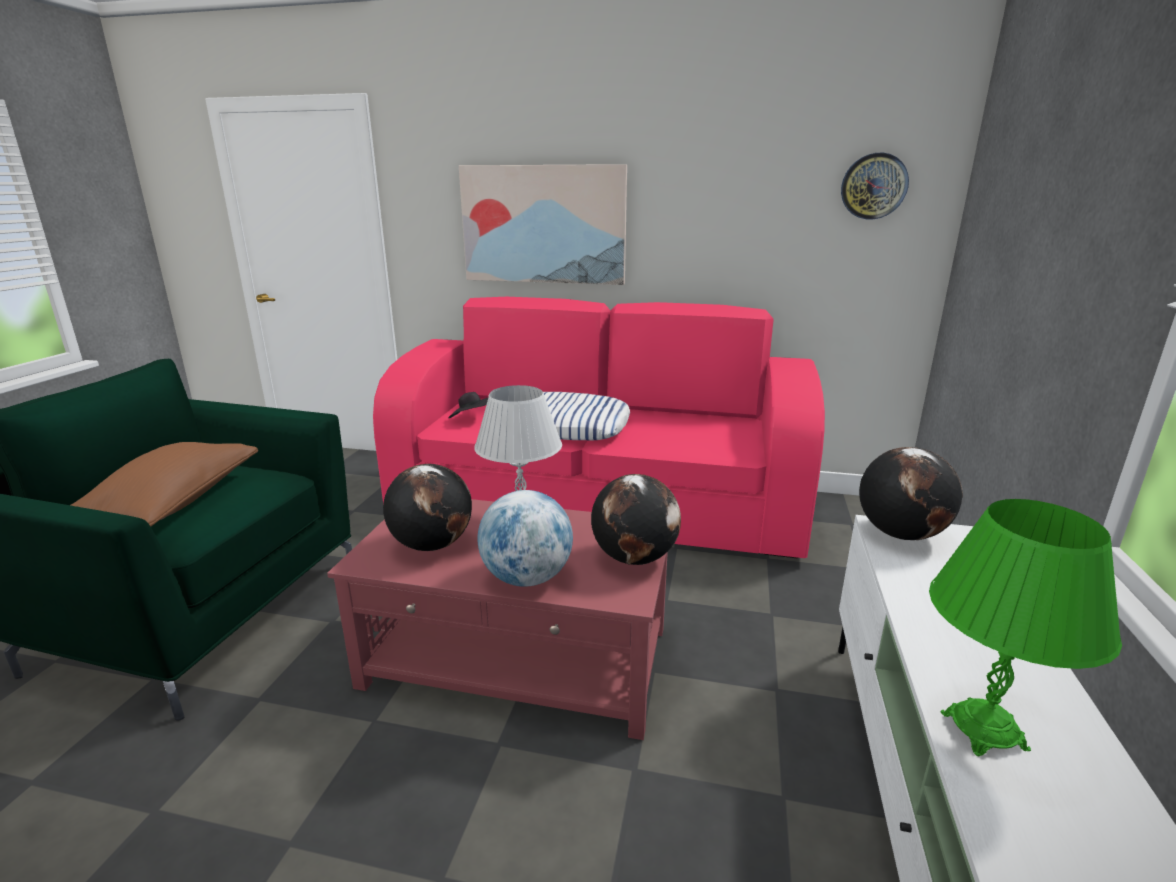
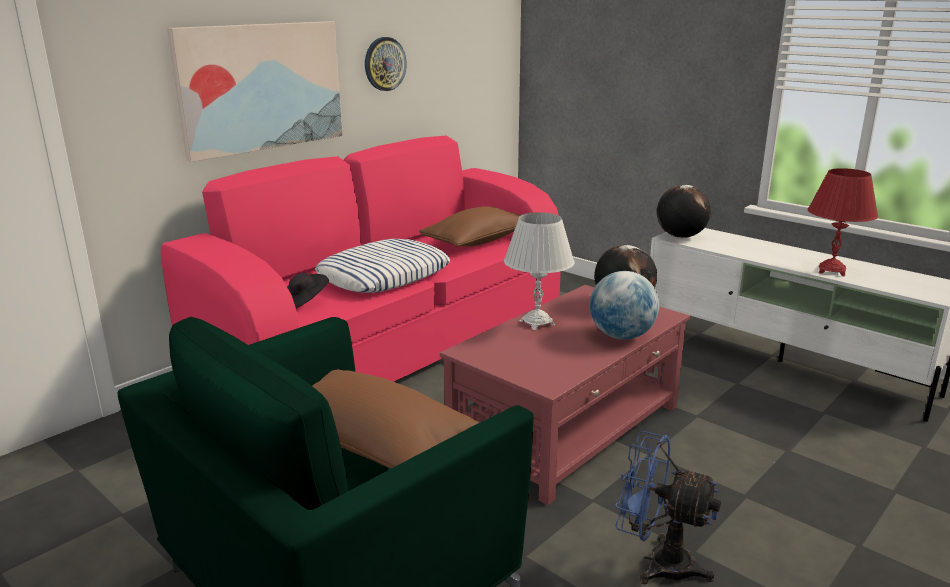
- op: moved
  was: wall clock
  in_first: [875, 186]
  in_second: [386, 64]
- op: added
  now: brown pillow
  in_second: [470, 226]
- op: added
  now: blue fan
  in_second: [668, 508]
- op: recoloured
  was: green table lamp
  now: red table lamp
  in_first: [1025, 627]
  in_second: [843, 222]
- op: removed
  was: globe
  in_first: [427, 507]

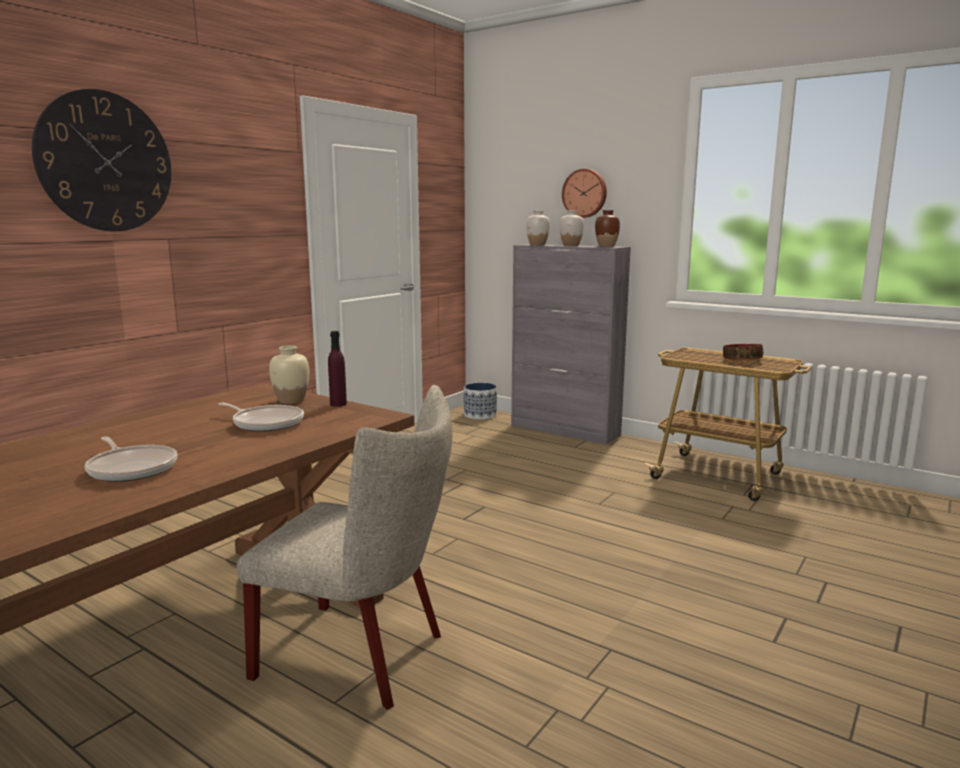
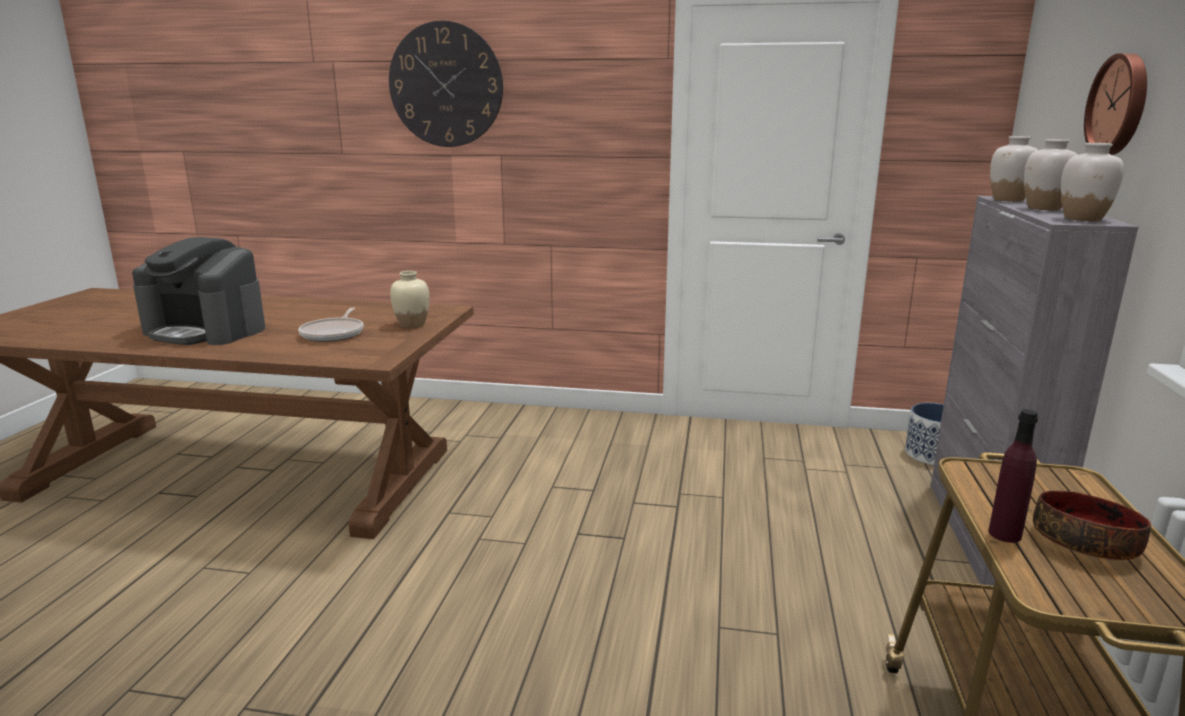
- op: replaced
  was: frying pan
  now: coffee machine
  in_first: [131, 459]
  in_second: [199, 291]
- op: moved
  was: purple bottle
  in_first: [337, 369]
  in_second: [1013, 476]
- op: recoloured
  was: brown vase
  now: white vase
  in_first: [607, 228]
  in_second: [1092, 182]
- op: removed
  was: beige chair
  in_first: [344, 547]

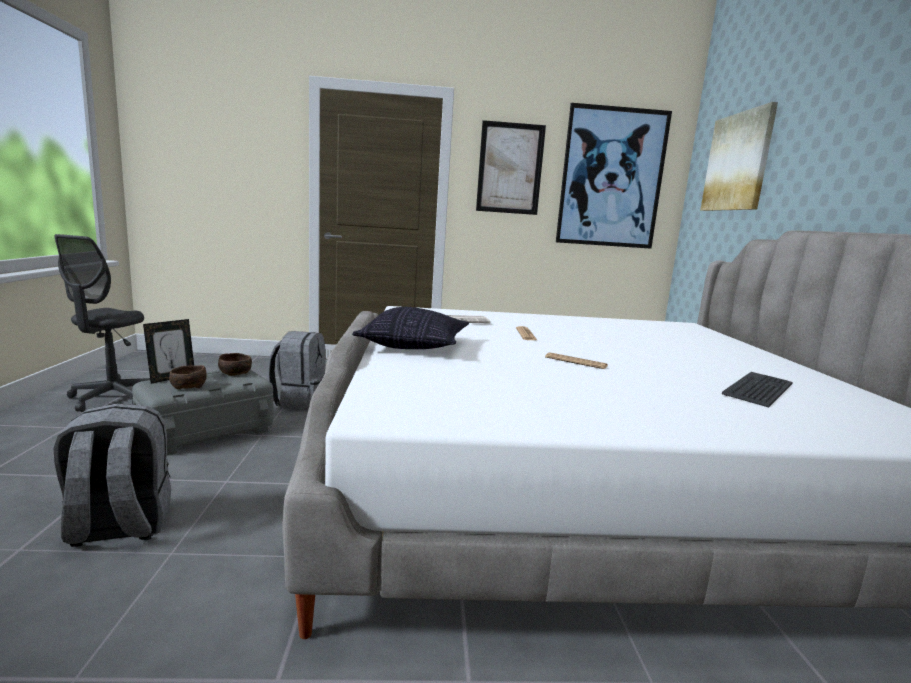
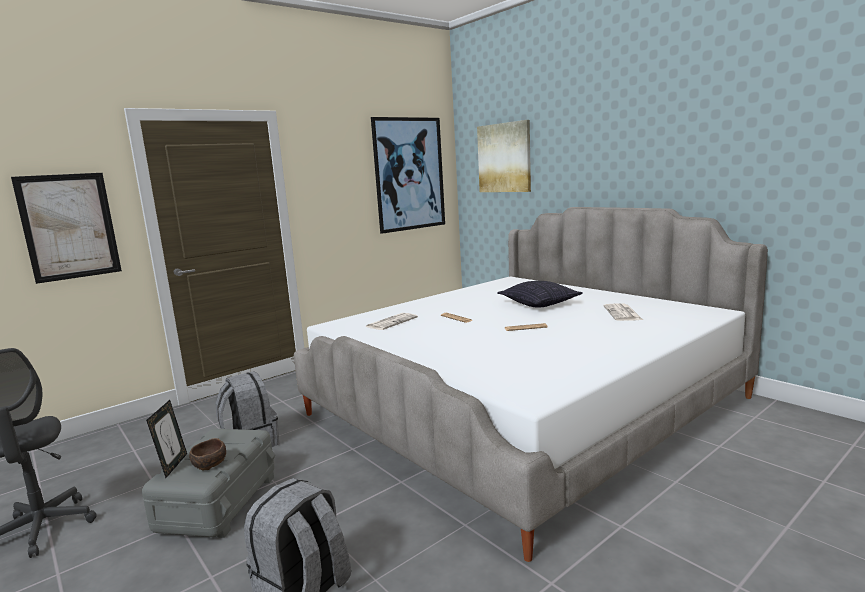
- op: moved
  was: picture
  in_first: [511, 167]
  in_second: [66, 228]
- op: moved
  was: pillow
  in_first: [410, 328]
  in_second: [540, 294]
- op: replaced
  was: keyboard
  now: newspaper
  in_first: [757, 389]
  in_second: [623, 312]
- op: removed
  was: brown bowl
  in_first: [235, 364]

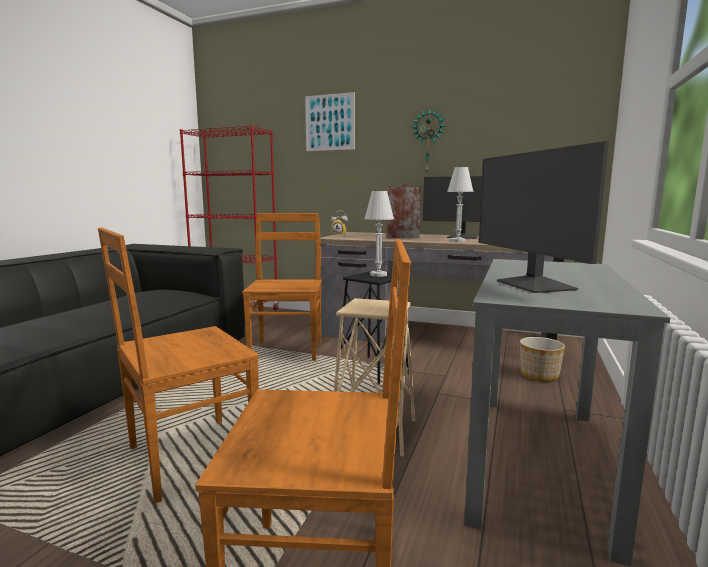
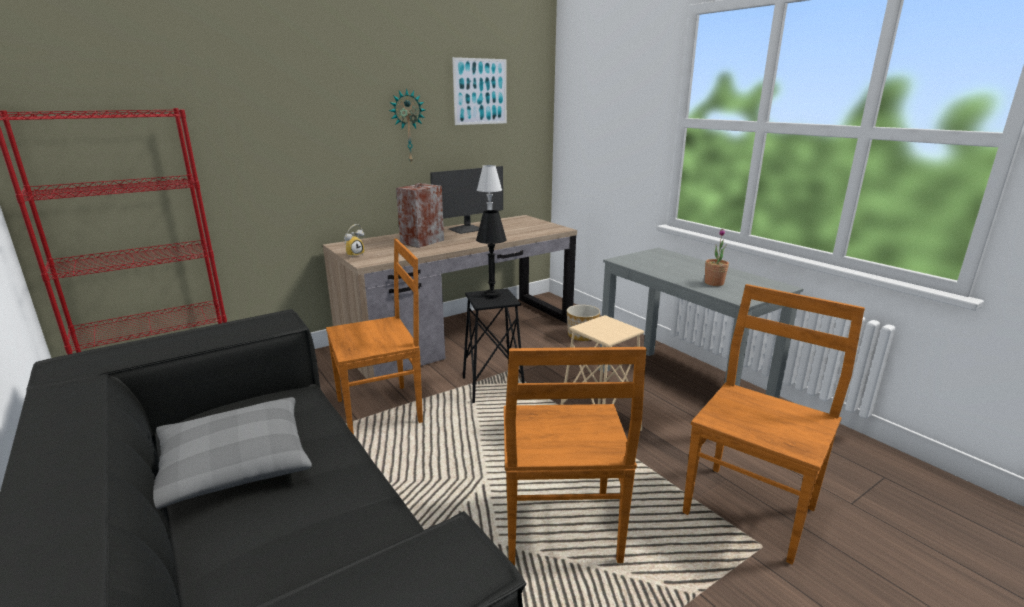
- op: added
  now: grey pillow
  in_second: [232, 453]
- op: turned
  was: brown chair
  in_first: [282, 287]
  in_second: [374, 337]
  clockwise: 120
- op: moved
  was: picture
  in_first: [330, 121]
  in_second: [479, 91]
- op: recoloured
  was: white table lamp
  now: black table lamp
  in_first: [379, 234]
  in_second: [491, 254]
- op: replaced
  was: monitor
  now: potted plant
  in_first: [544, 217]
  in_second: [717, 257]

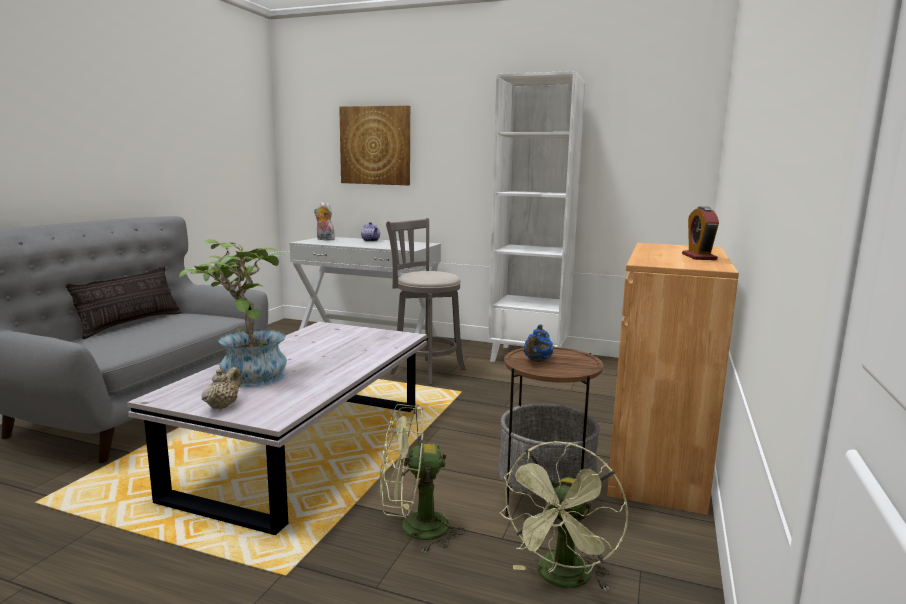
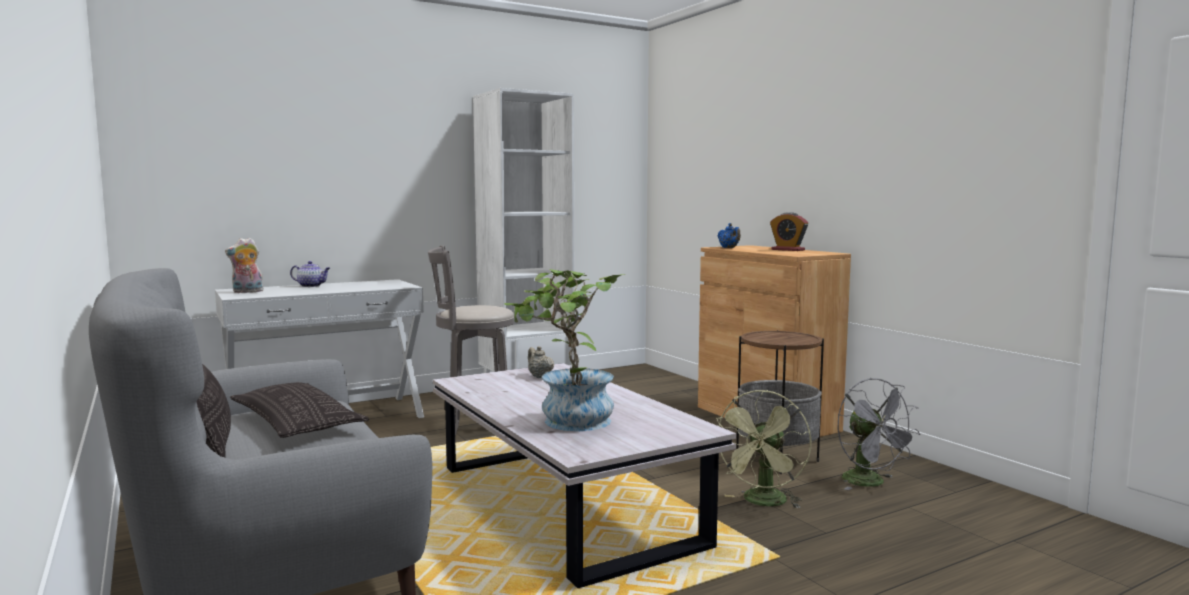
- op: added
  now: pillow
  in_second: [299, 410]
- op: moved
  was: beige teapot
  in_first: [221, 388]
  in_second: [541, 362]
- op: moved
  was: blue teapot
  in_first: [538, 343]
  in_second: [729, 235]
- op: recoloured
  was: green fan
  now: grey fan
  in_first: [563, 516]
  in_second: [879, 434]
- op: removed
  was: picture
  in_first: [374, 145]

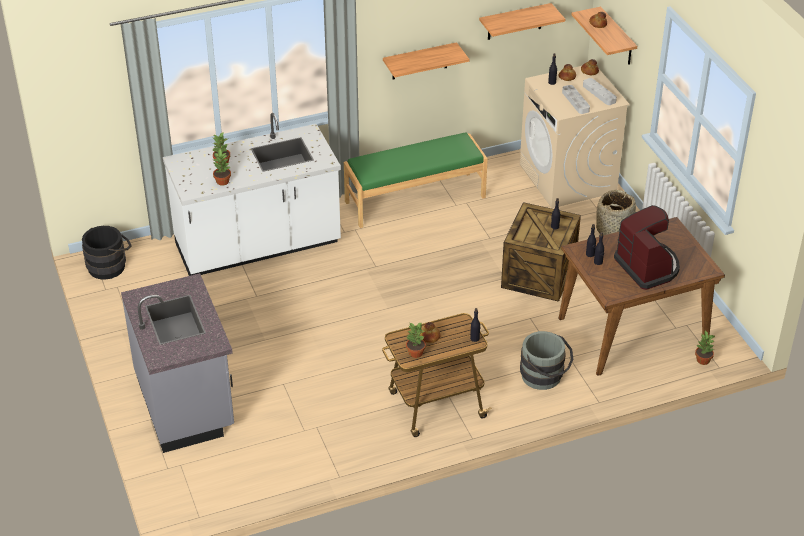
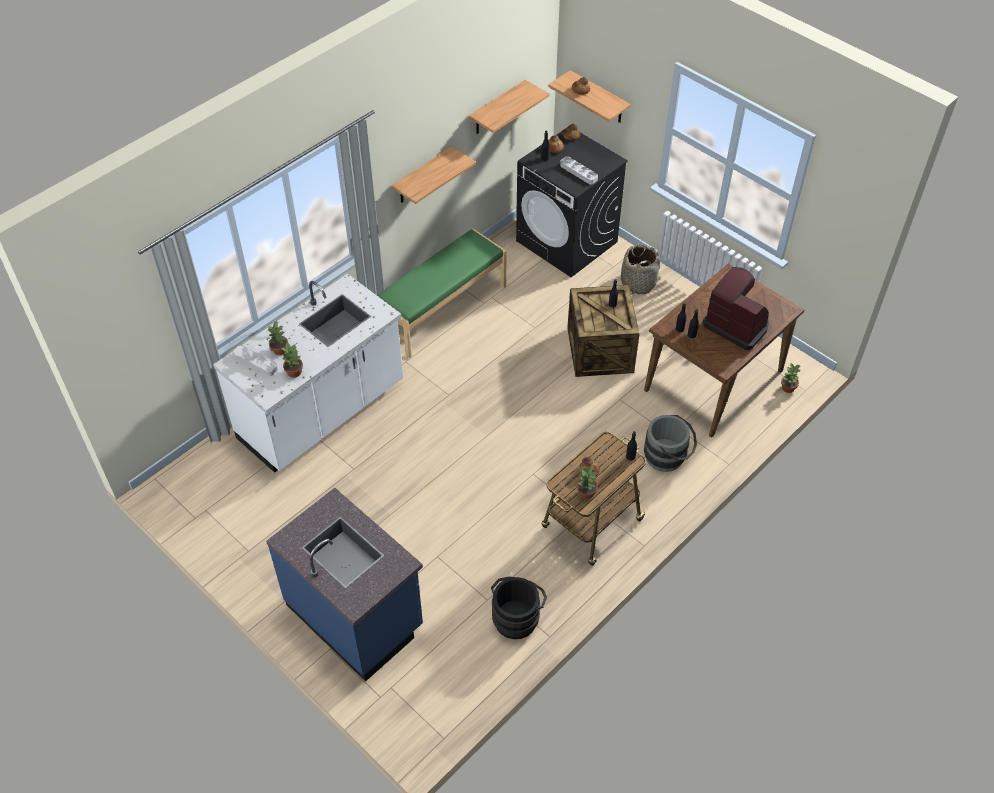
- op: moved
  was: grey tray
  in_first: [600, 91]
  in_second: [255, 360]
- op: recoloured
  was: grey counter
  now: blue counter
  in_first: [177, 363]
  in_second: [344, 585]
- op: moved
  was: black bucket
  in_first: [107, 253]
  in_second: [519, 608]
- op: recoloured
  was: beige washing machine
  now: black washing machine
  in_first: [575, 137]
  in_second: [572, 201]

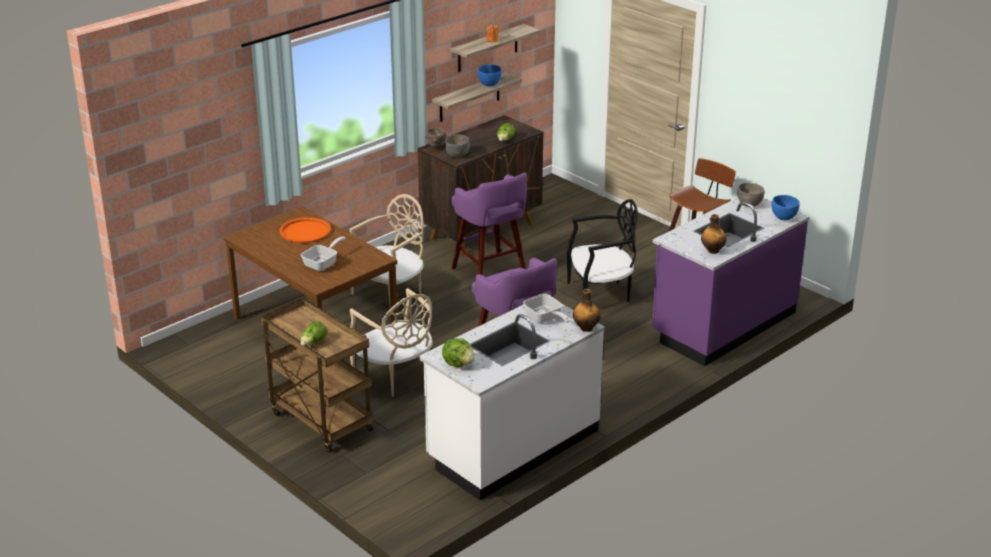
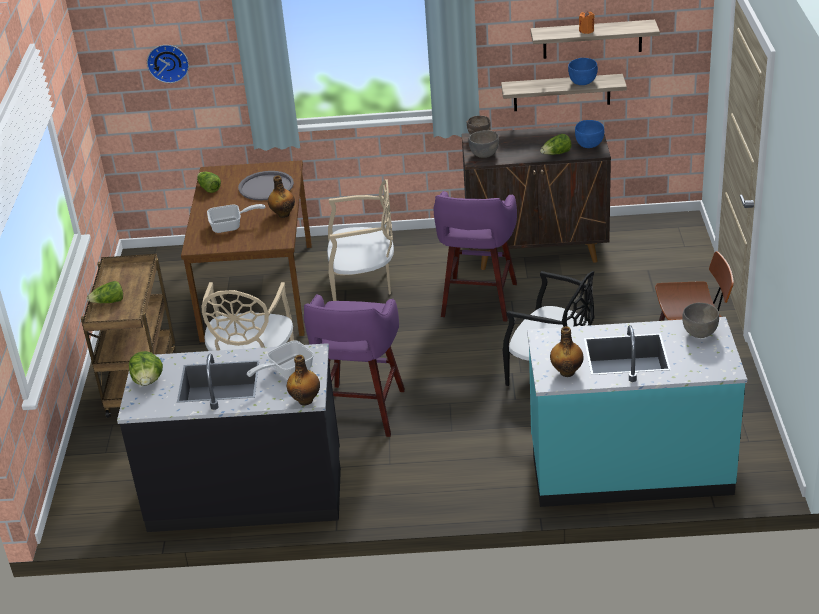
- op: recoloured
  was: white counter
  now: black counter
  in_first: [512, 402]
  in_second: [229, 437]
- op: added
  now: wall clock
  in_second: [168, 64]
- op: added
  now: lettuce
  in_second: [209, 182]
- op: recoloured
  was: orange tray
  now: grey tray
  in_first: [305, 230]
  in_second: [266, 186]
- op: turned
  was: frying pan
  in_first: [546, 308]
  in_second: [280, 359]
  clockwise: 45
- op: added
  now: bottle
  in_second: [281, 196]
- op: recoloured
  was: purple counter
  now: turquoise counter
  in_first: [730, 282]
  in_second: [637, 412]
- op: moved
  was: blue bowl
  in_first: [786, 207]
  in_second: [589, 134]

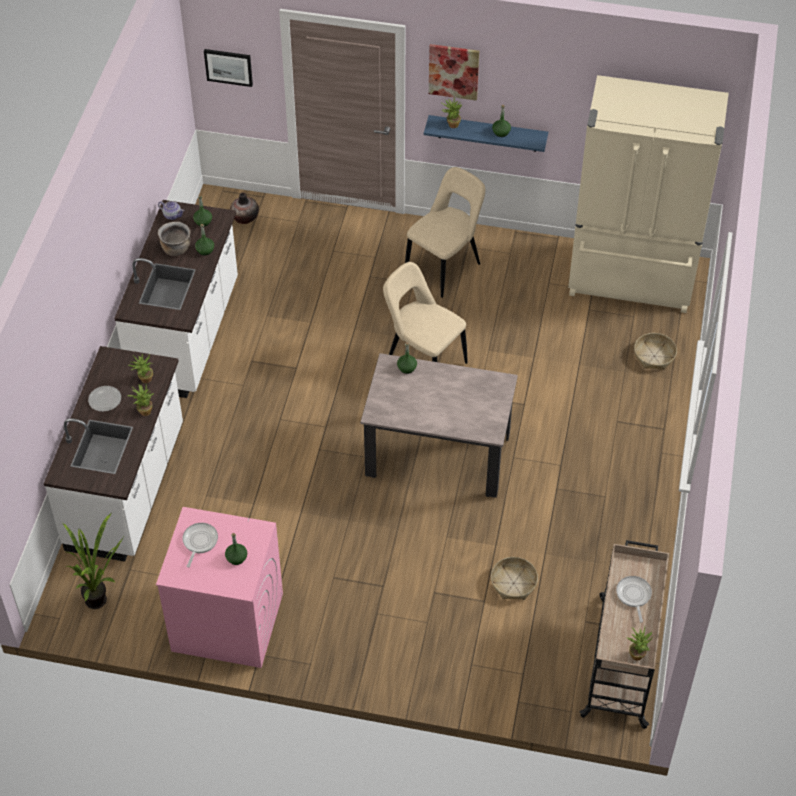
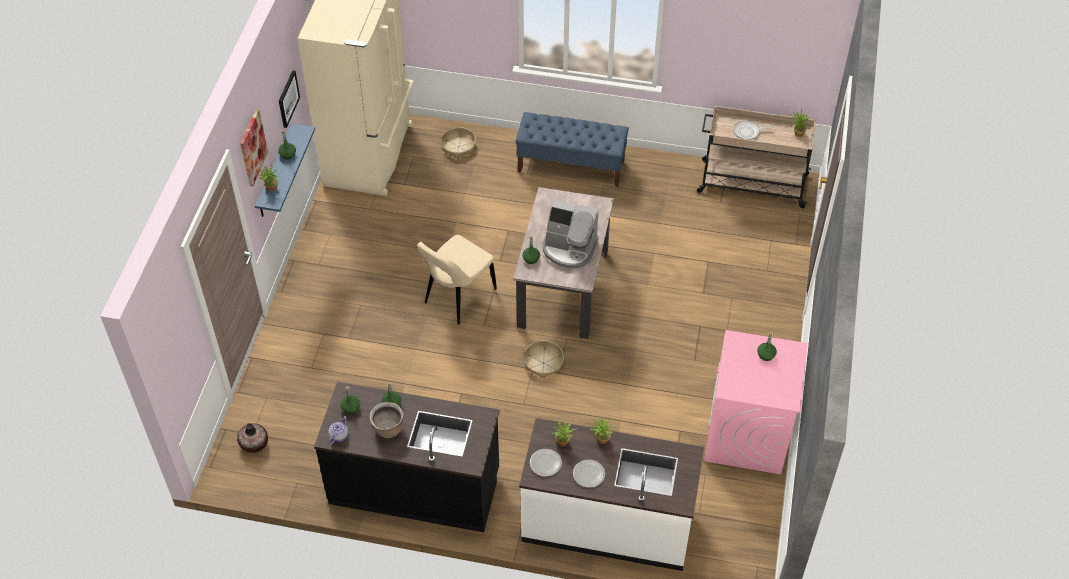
- op: moved
  was: picture
  in_first: [228, 68]
  in_second: [289, 99]
- op: recoloured
  was: white counter
  now: black counter
  in_first: [176, 299]
  in_second: [406, 457]
- op: added
  now: blue bench
  in_second: [572, 149]
- op: moved
  was: basket
  in_first: [514, 578]
  in_second: [544, 359]
- op: added
  now: plate
  in_second: [546, 463]
- op: added
  now: coffee machine
  in_second: [571, 234]
- op: removed
  was: potted plant
  in_first: [93, 561]
- op: removed
  was: frying pan
  in_first: [200, 545]
- op: removed
  was: beige chair
  in_first: [445, 232]

